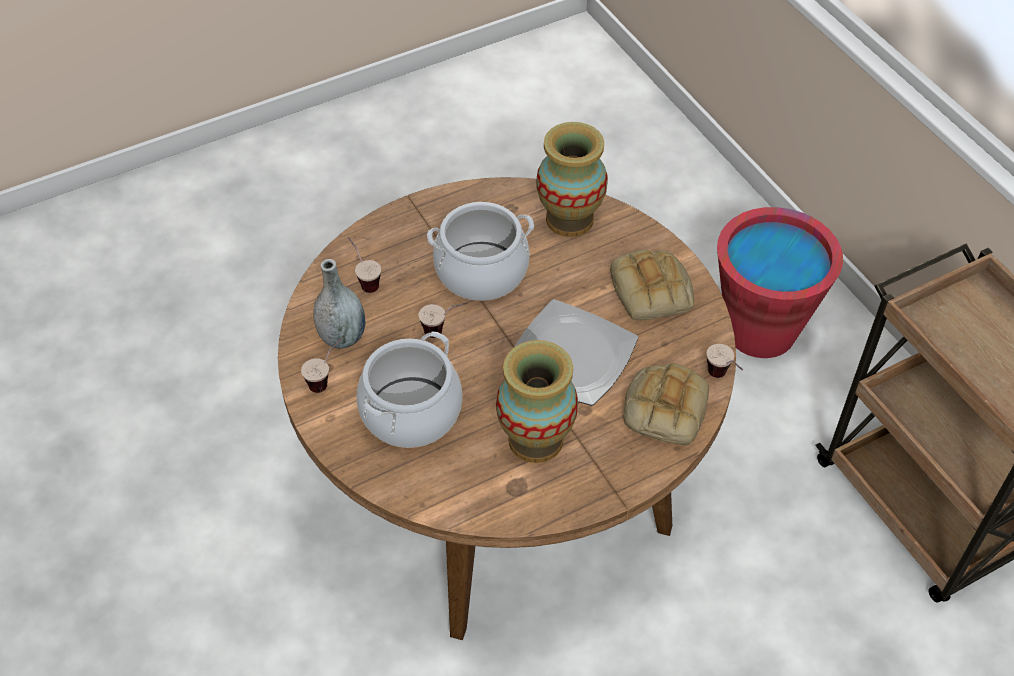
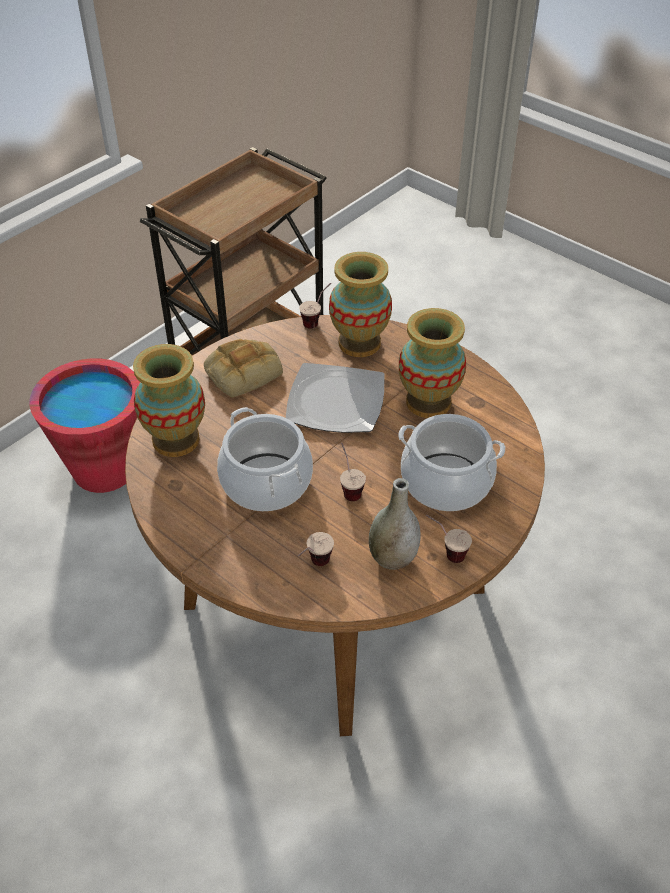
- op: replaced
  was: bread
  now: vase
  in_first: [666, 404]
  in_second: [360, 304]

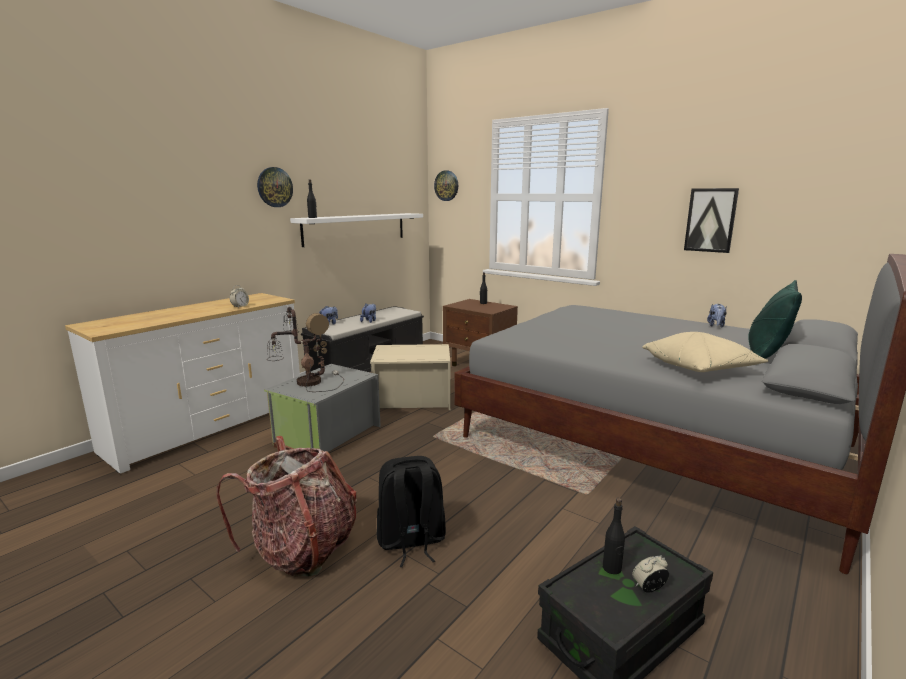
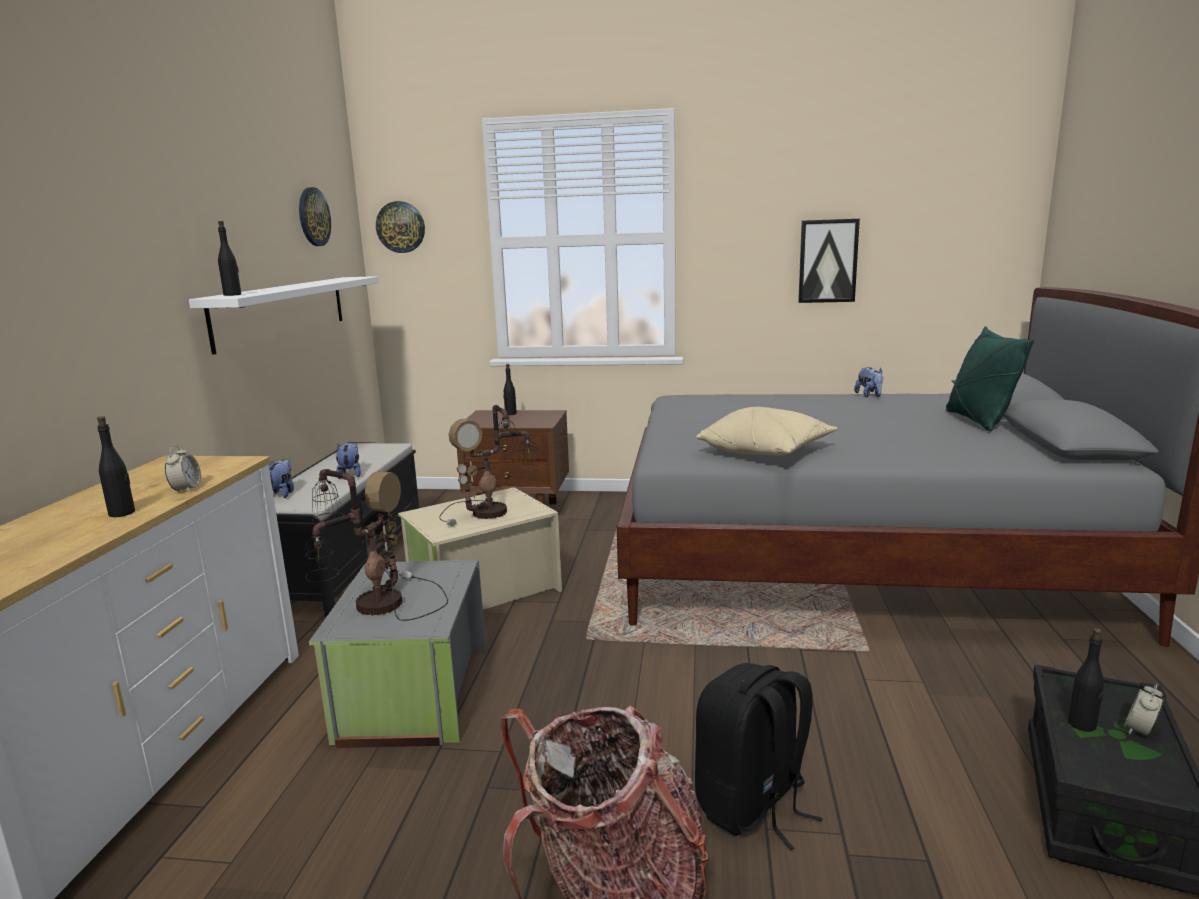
- op: added
  now: black bottle
  in_second: [116, 466]
- op: moved
  was: wall clock
  in_first: [275, 187]
  in_second: [315, 216]
- op: added
  now: table lamp
  in_second: [489, 465]
- op: moved
  was: beige pillow
  in_first: [705, 352]
  in_second: [767, 431]

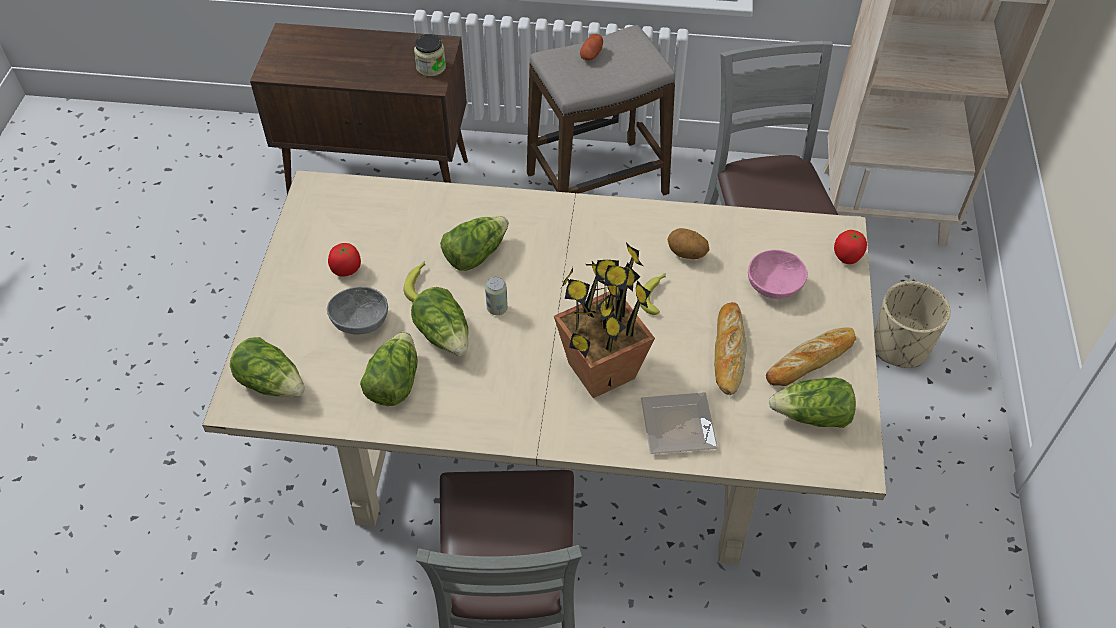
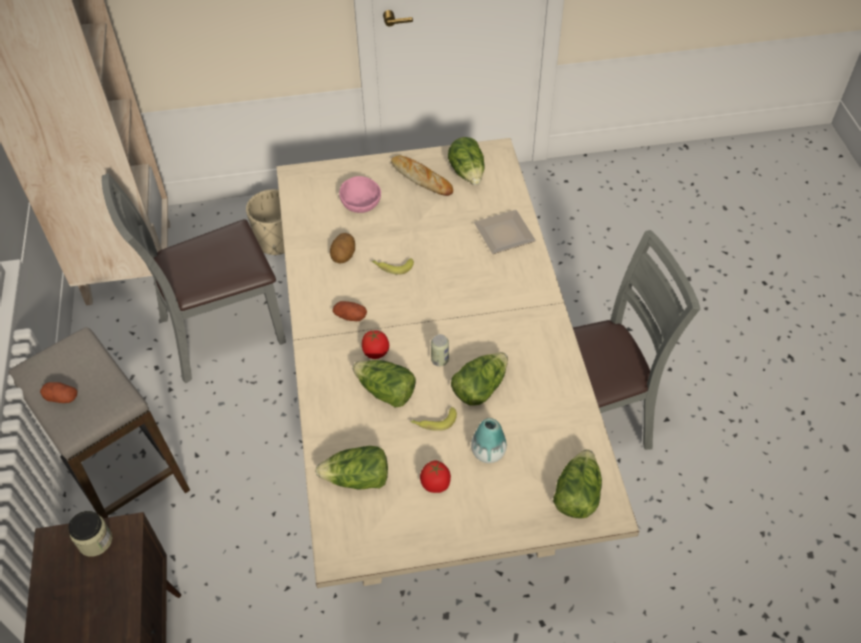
- op: moved
  was: lettuce
  in_first: [389, 368]
  in_second: [351, 468]
- op: added
  now: potato
  in_second: [350, 311]
- op: moved
  was: tomato
  in_first: [850, 247]
  in_second: [375, 344]
- op: replaced
  was: grey bowl
  now: vase
  in_first: [357, 310]
  in_second: [489, 440]
- op: removed
  was: potted plant
  in_first: [604, 320]
- op: removed
  was: bread
  in_first: [730, 348]

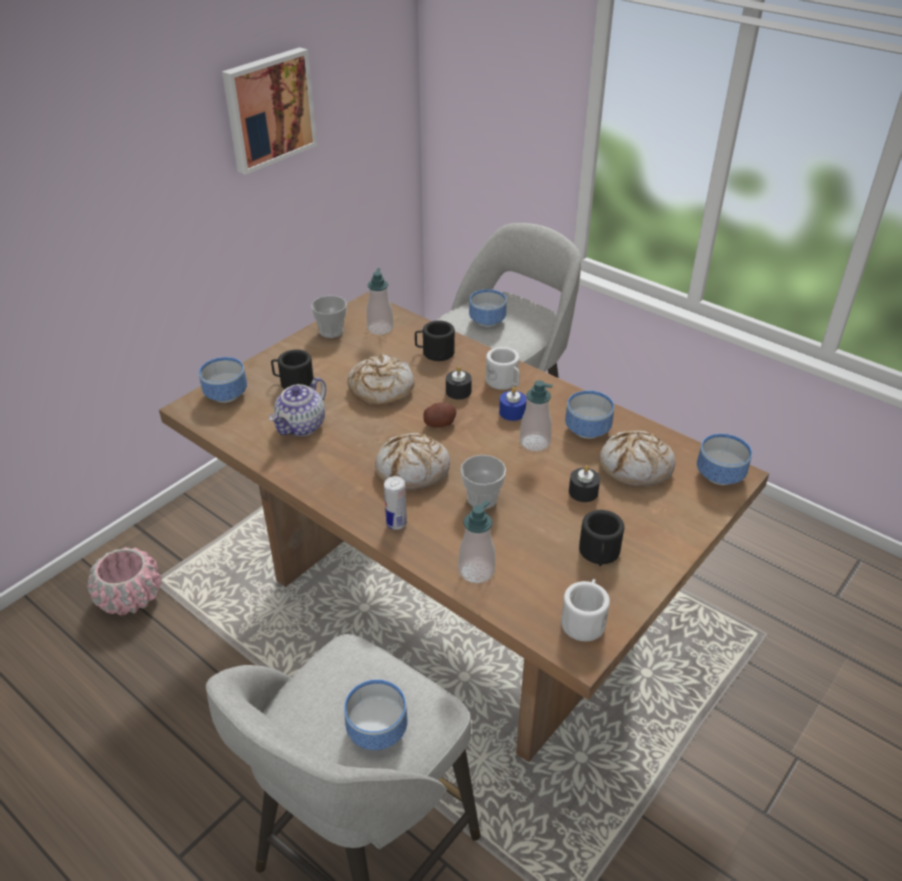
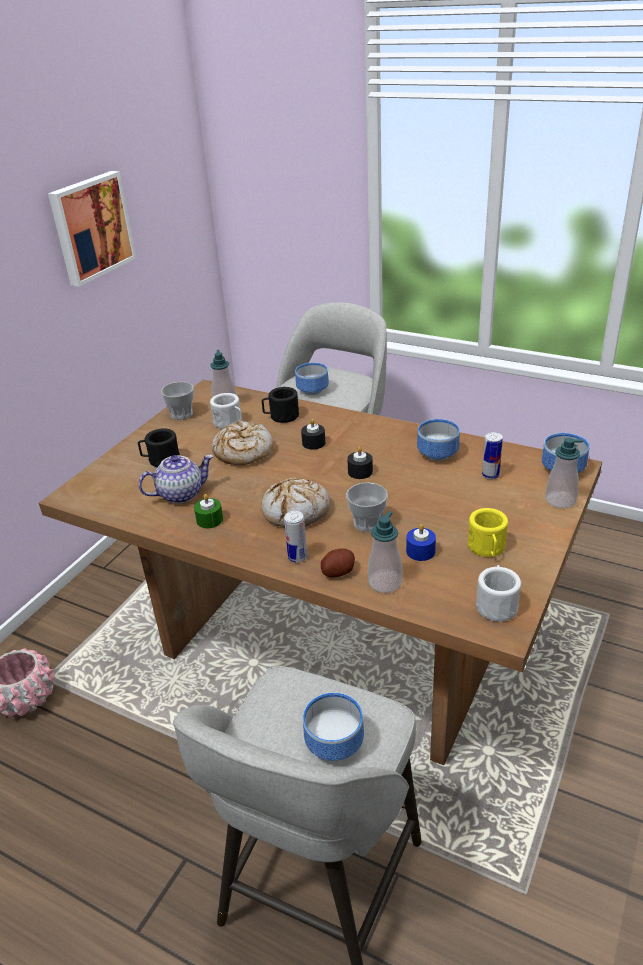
- op: turned
  was: teapot
  in_first: [297, 406]
  in_second: [175, 479]
  clockwise: -135
- op: added
  now: green candle
  in_second: [208, 511]
- op: moved
  was: white mug
  in_first: [502, 368]
  in_second: [226, 411]
- op: moved
  was: potato
  in_first: [440, 415]
  in_second: [338, 563]
- op: moved
  was: black candle
  in_first: [584, 483]
  in_second: [360, 463]
- op: moved
  was: blue candle
  in_first: [513, 404]
  in_second: [421, 542]
- op: recoloured
  was: black mug
  now: yellow mug
  in_first: [601, 538]
  in_second: [488, 532]
- op: replaced
  was: bread
  now: can
  in_first: [637, 459]
  in_second: [492, 455]
- op: moved
  was: soap dispenser
  in_first: [536, 415]
  in_second: [564, 473]
- op: removed
  was: bowl
  in_first: [223, 380]

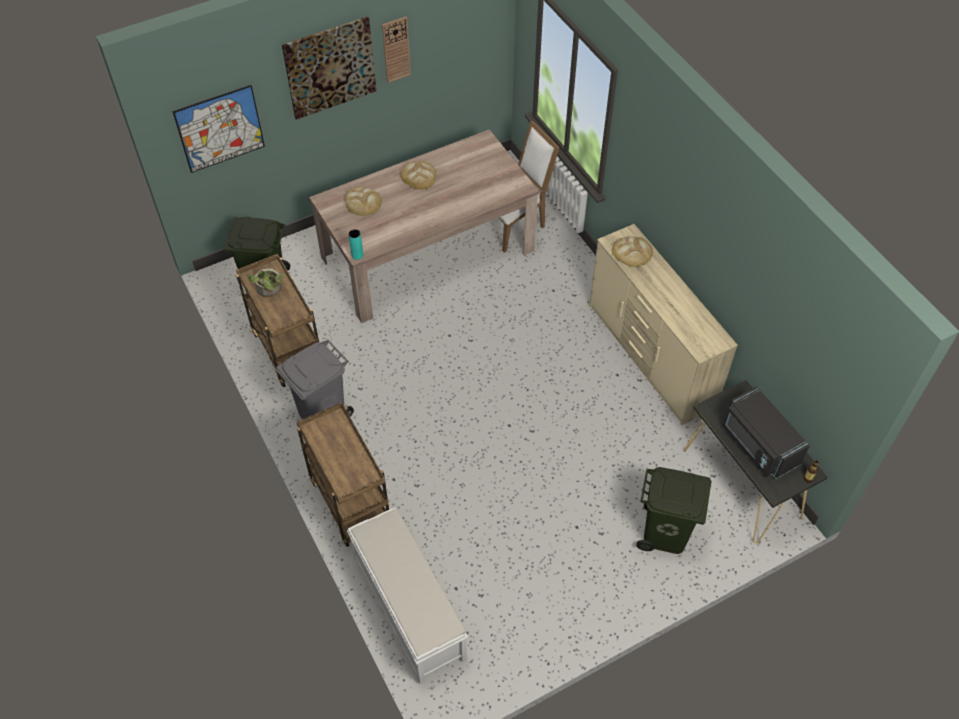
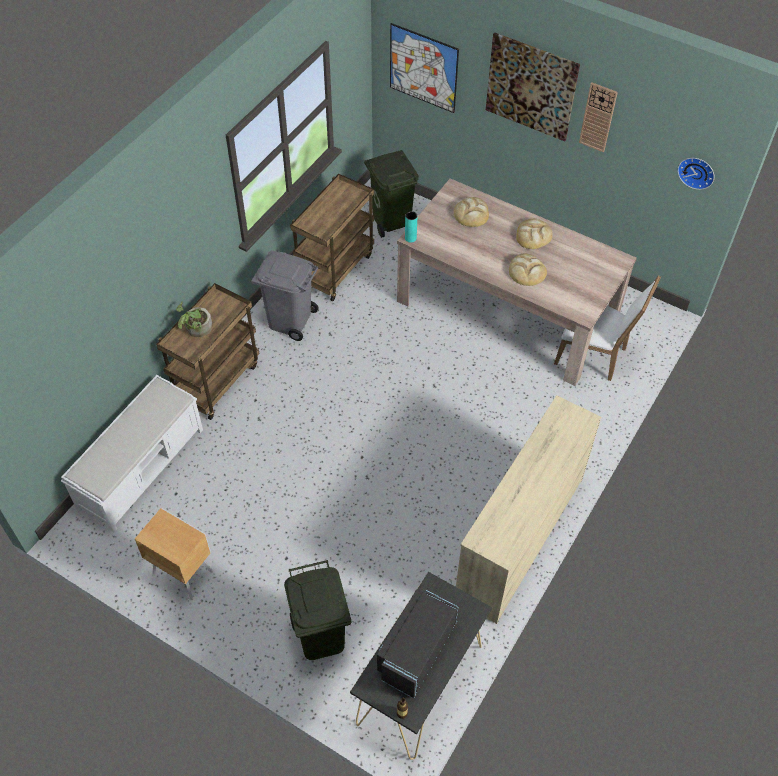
- op: added
  now: brown nightstand
  in_second: [174, 553]
- op: moved
  was: potted plant
  in_first: [267, 282]
  in_second: [194, 319]
- op: moved
  was: bread
  in_first: [632, 252]
  in_second: [528, 269]
- op: added
  now: wall clock
  in_second: [696, 174]

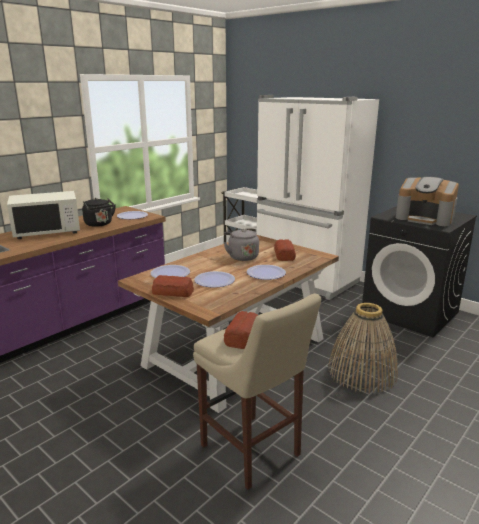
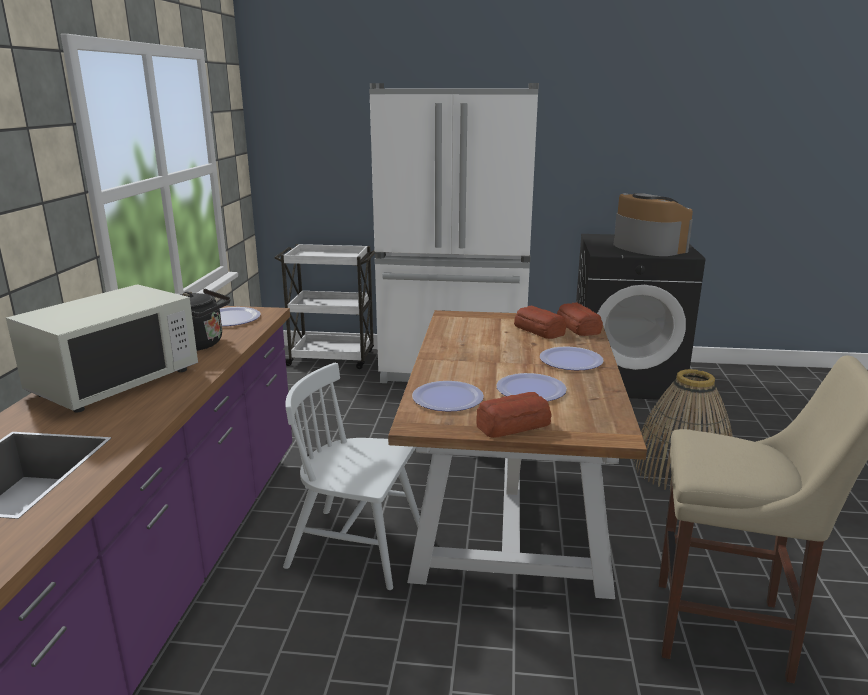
- op: added
  now: white chair
  in_second: [351, 476]
- op: moved
  was: bread
  in_first: [241, 330]
  in_second: [580, 319]
- op: turned
  was: coffee machine
  in_first: [427, 201]
  in_second: [653, 224]
  clockwise: -120
- op: removed
  was: grey kettle
  in_first: [241, 244]

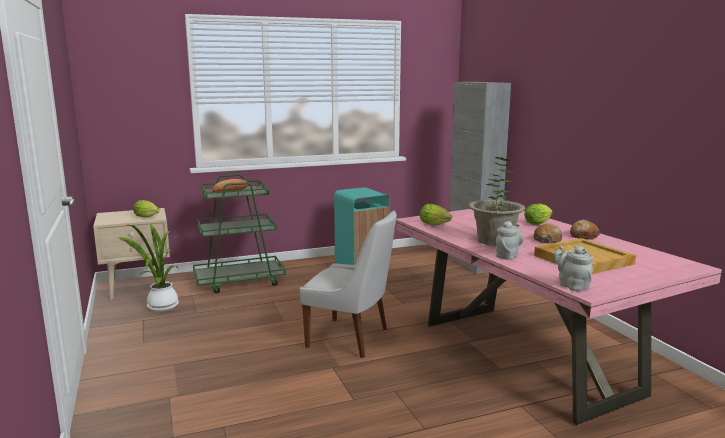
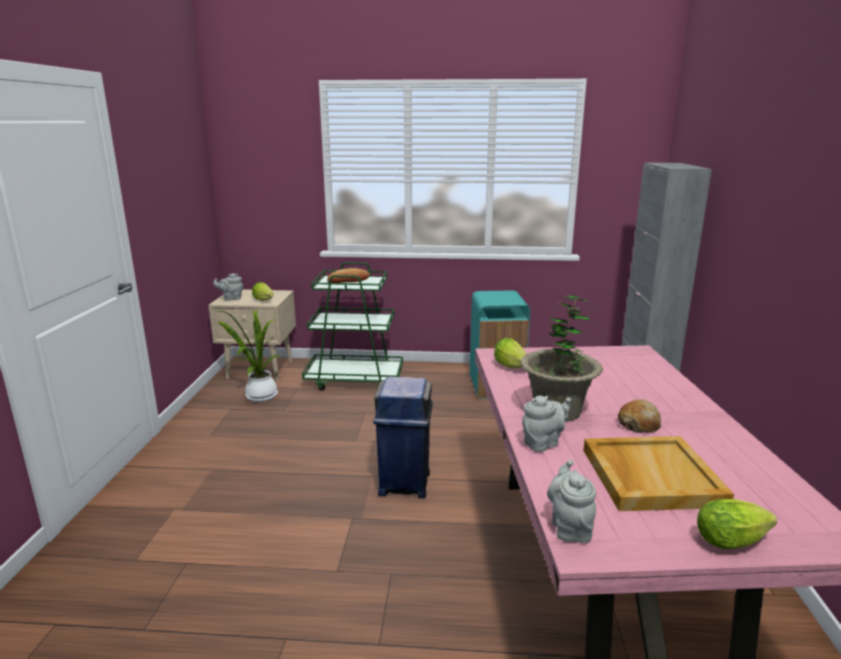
- op: added
  now: grey teapot
  in_second: [228, 287]
- op: replaced
  was: white chair
  now: blue trash can
  in_first: [348, 284]
  in_second: [403, 437]
- op: moved
  was: lettuce
  in_first: [538, 214]
  in_second: [737, 524]
- op: removed
  was: bread
  in_first: [585, 229]

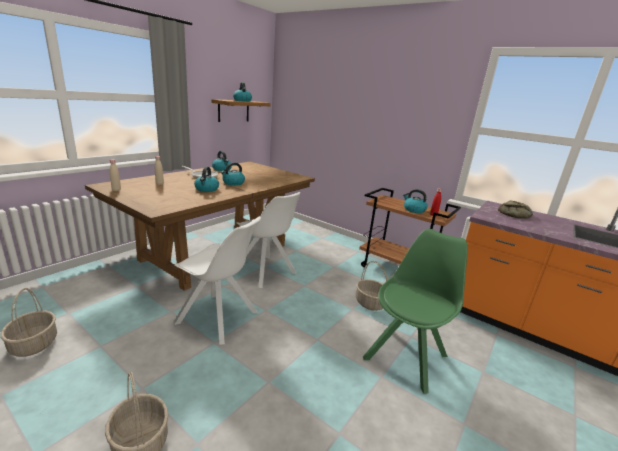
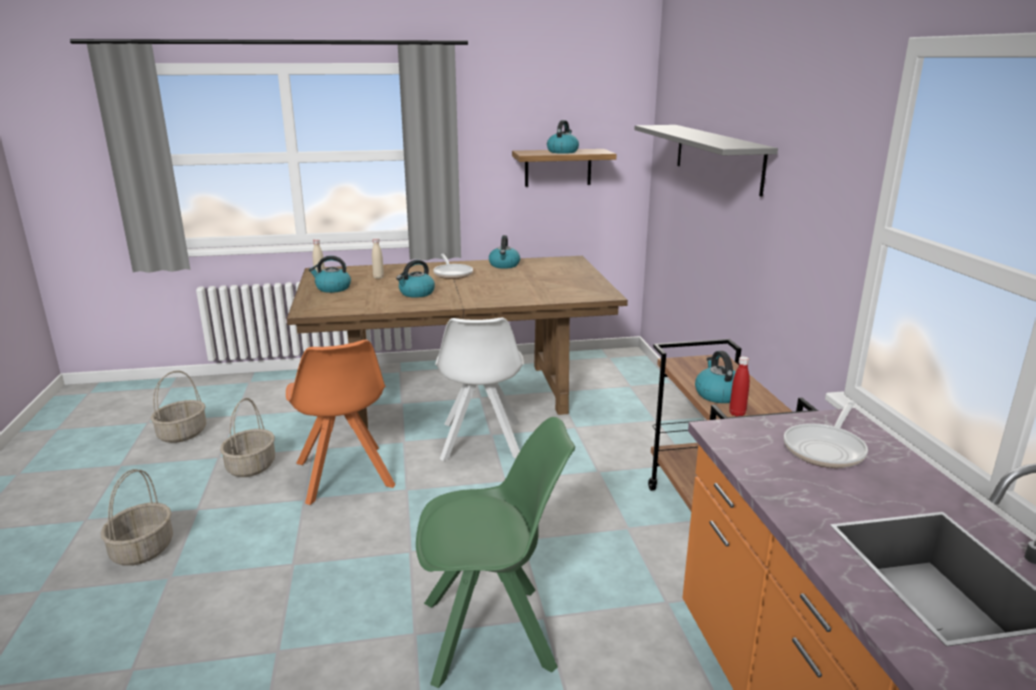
- op: moved
  was: basket
  in_first: [371, 286]
  in_second: [247, 437]
- op: recoloured
  was: white chair
  now: orange chair
  in_first: [217, 280]
  in_second: [341, 422]
- op: moved
  was: kettle
  in_first: [233, 174]
  in_second: [330, 274]
- op: added
  now: grey shelf
  in_second: [706, 161]
- op: replaced
  was: bread
  now: frying pan
  in_first: [515, 209]
  in_second: [826, 434]

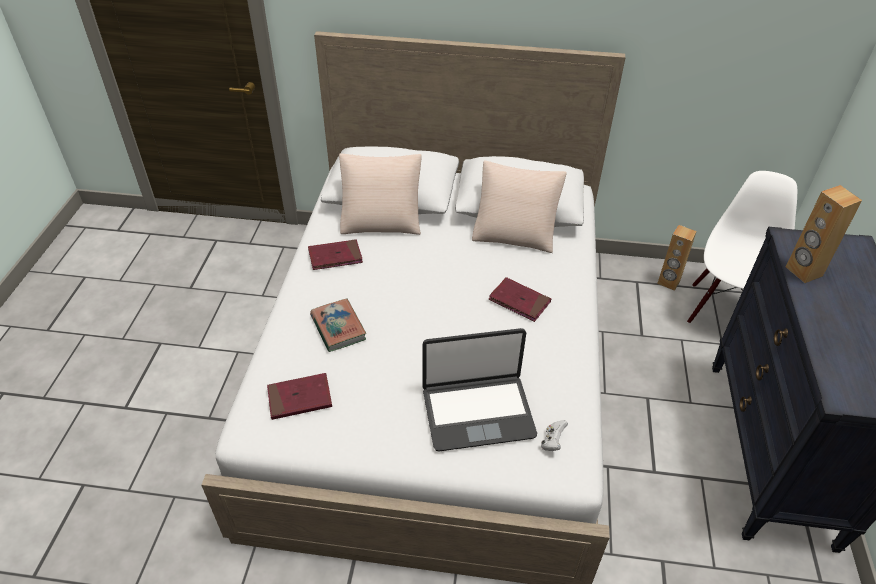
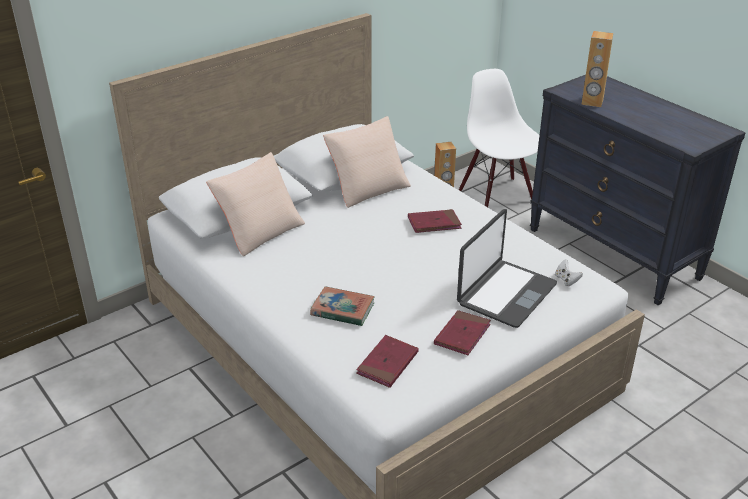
- op: moved
  was: red book
  in_first: [335, 254]
  in_second: [462, 332]

